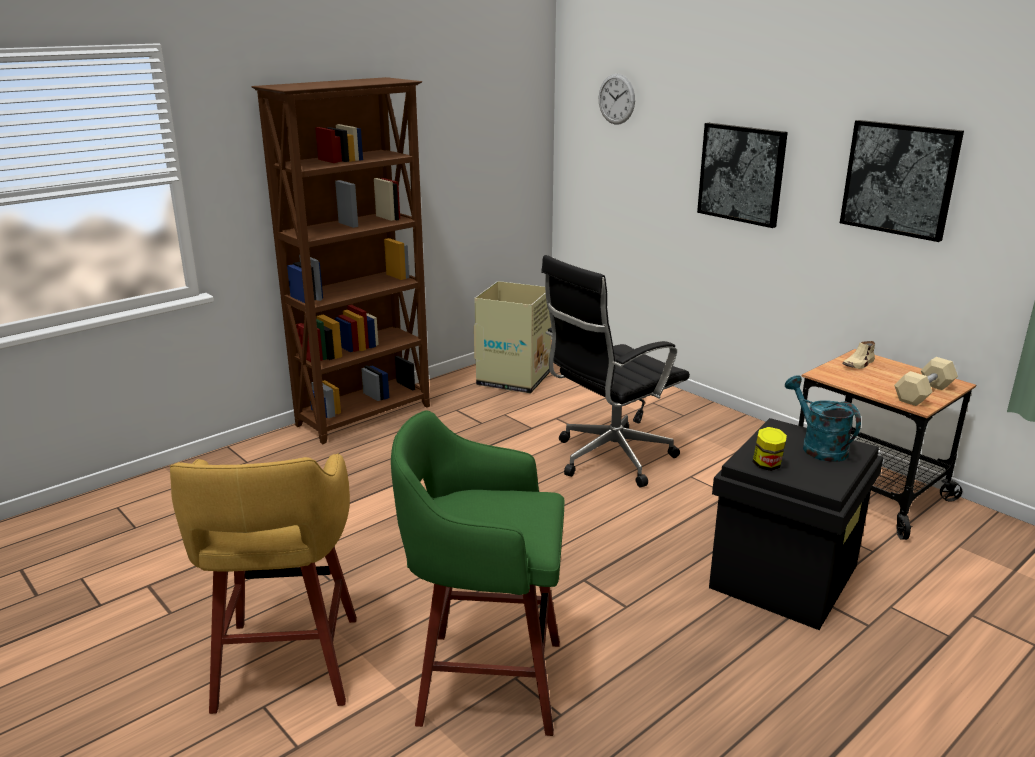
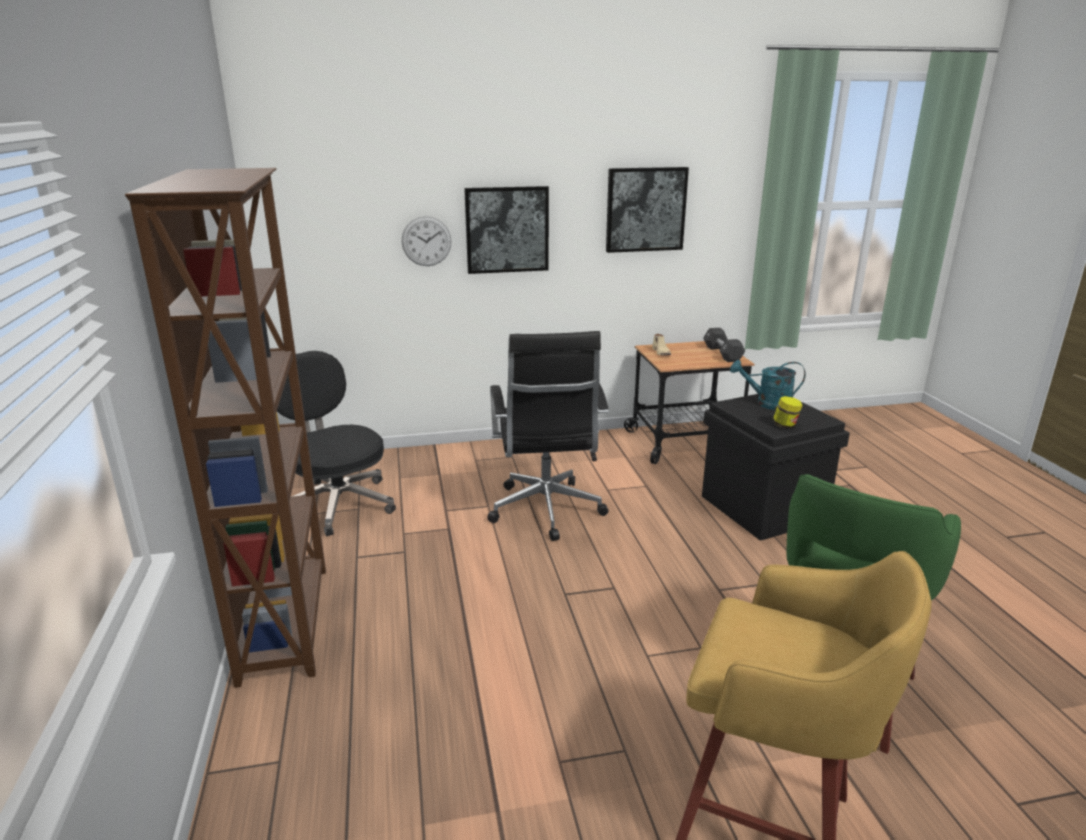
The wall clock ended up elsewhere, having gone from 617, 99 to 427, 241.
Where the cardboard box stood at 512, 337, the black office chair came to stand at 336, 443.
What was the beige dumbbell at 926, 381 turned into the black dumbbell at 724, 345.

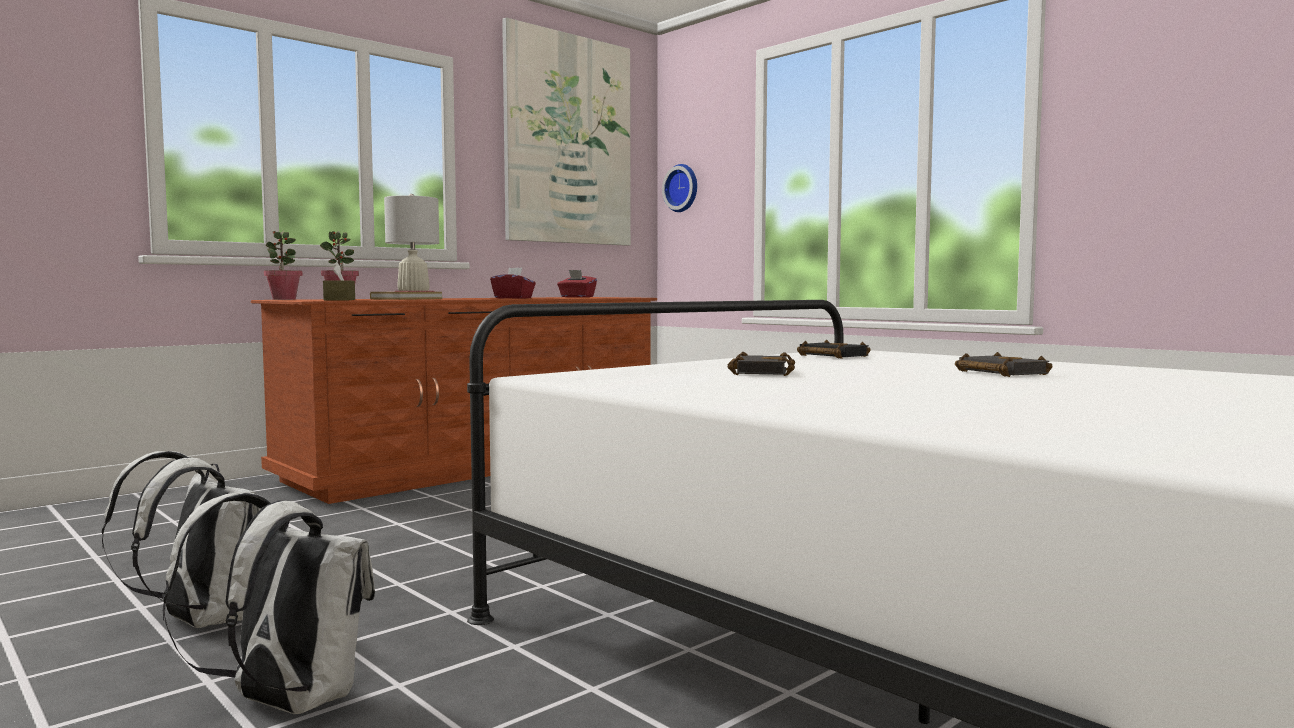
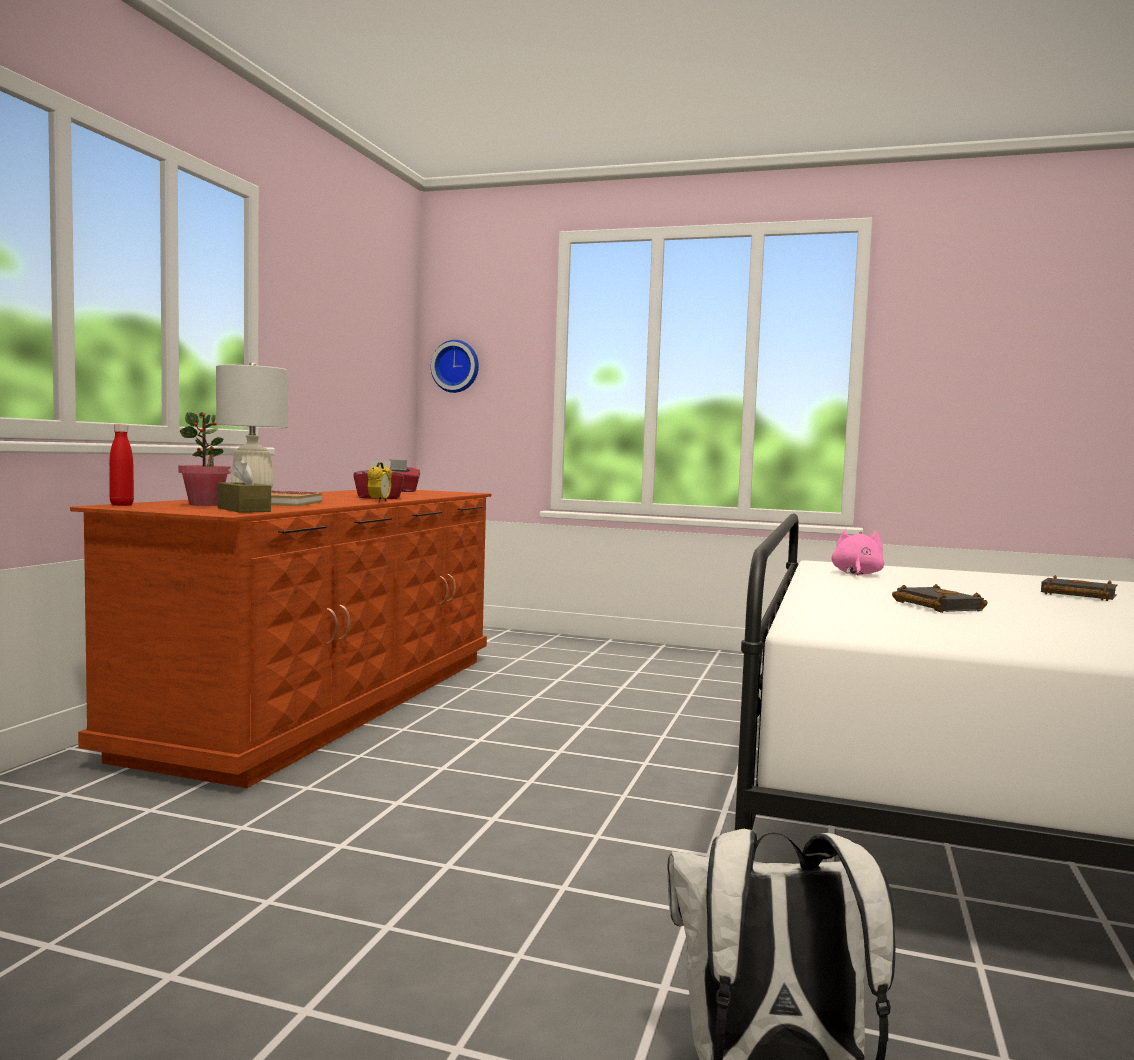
The second view lost the picture at 566, 131.
Where the potted plant stood at 283, 265, the red bottle came to stand at 121, 465.
Where the black book stood at 833, 349, the pink plush toy came to stand at 858, 552.
The second view lost the white backpack at 181, 539.
The second view gained the alarm clock at 379, 482.

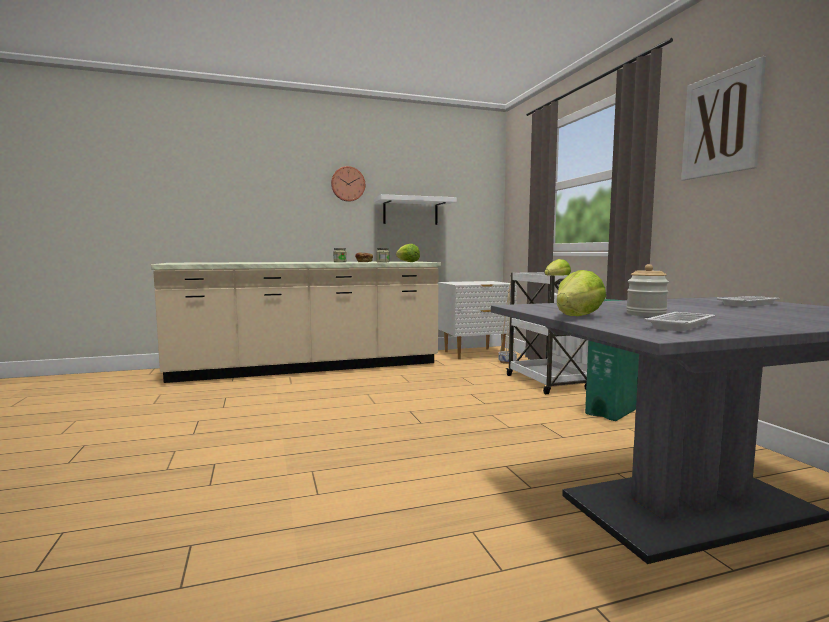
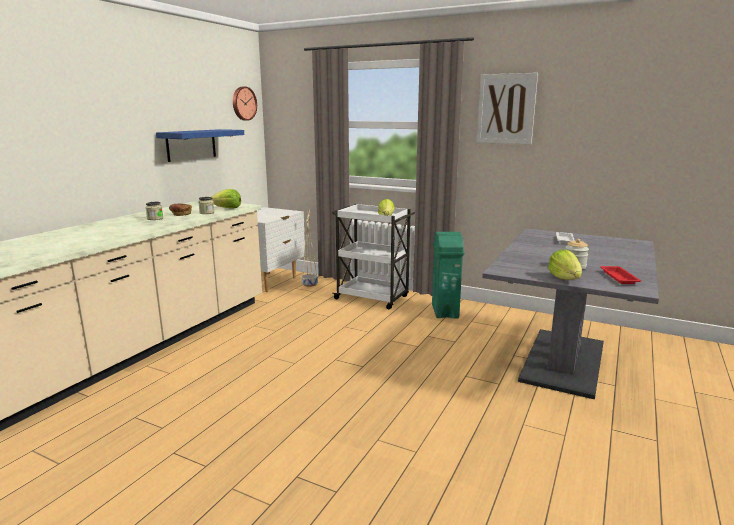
The wall clock ended up elsewhere, having gone from 348, 184 to 245, 104.
What was the white shelf at 415, 209 turned into the blue shelf at 200, 145.
What was the white tray at 679, 321 turned into the red tray at 620, 275.

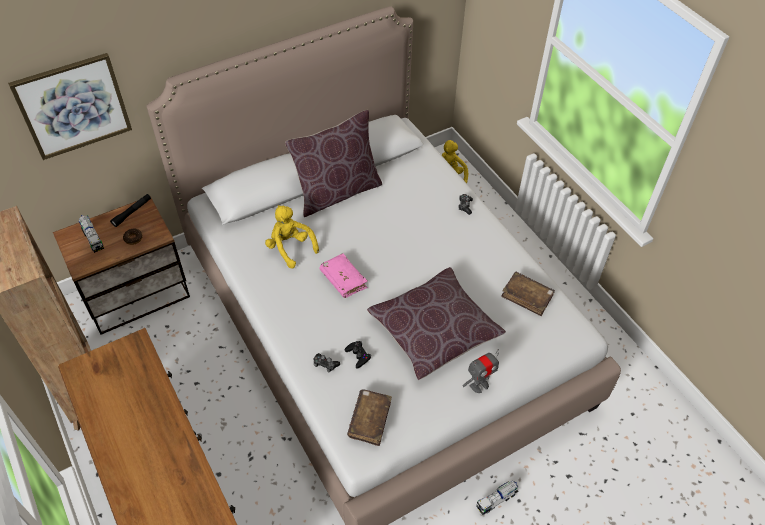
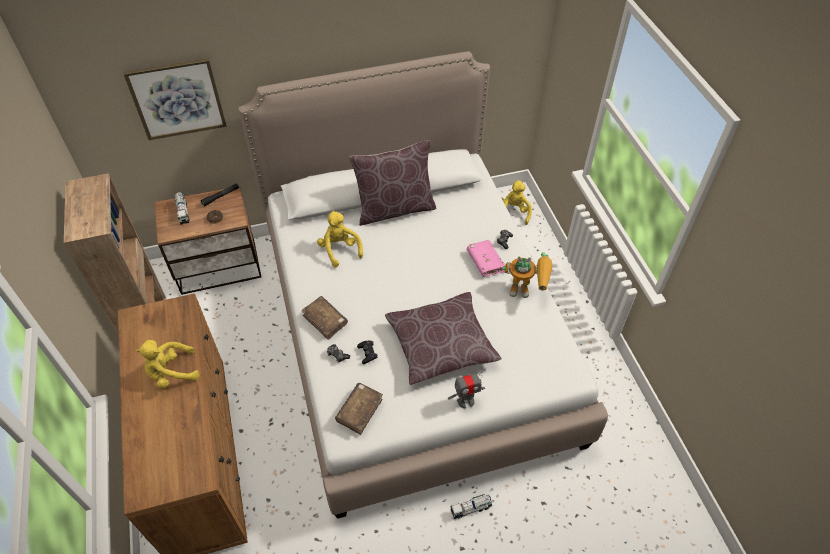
The pink book ended up elsewhere, having gone from 343, 276 to 486, 258.
The brown book ended up elsewhere, having gone from 528, 294 to 324, 318.
The second view gained the toy robot at 527, 275.
The second view gained the yellow plush toy at 168, 364.

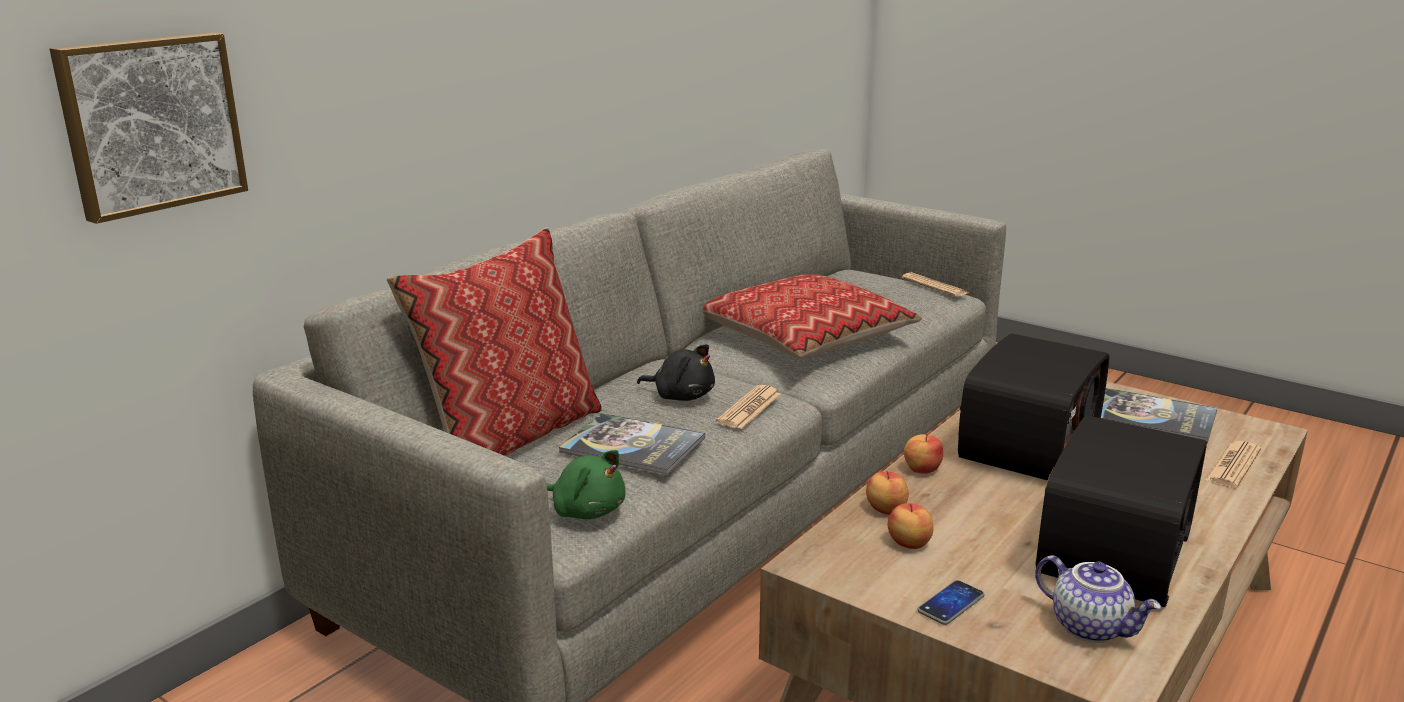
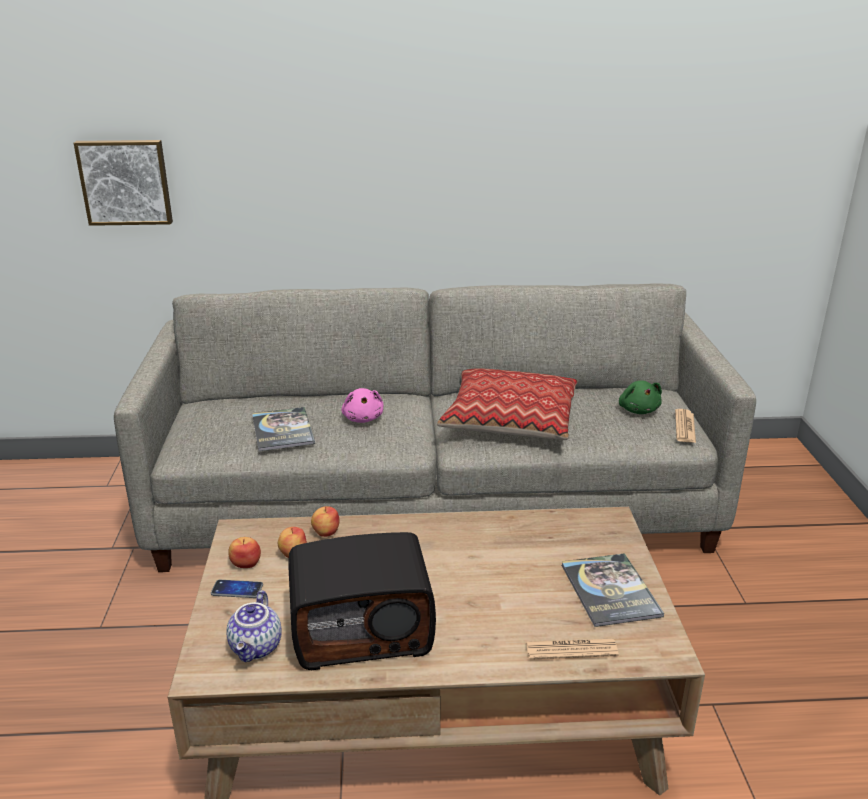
The second view lost the pillow at 494, 341.
The second view lost the radio at 1034, 407.
What was the black plush toy at 676, 372 turned into the pink plush toy at 362, 405.
The second view lost the newspaper at 748, 407.
The apple ended up elsewhere, having gone from 923, 453 to 244, 552.
The green plush toy ended up elsewhere, having gone from 586, 484 to 640, 397.

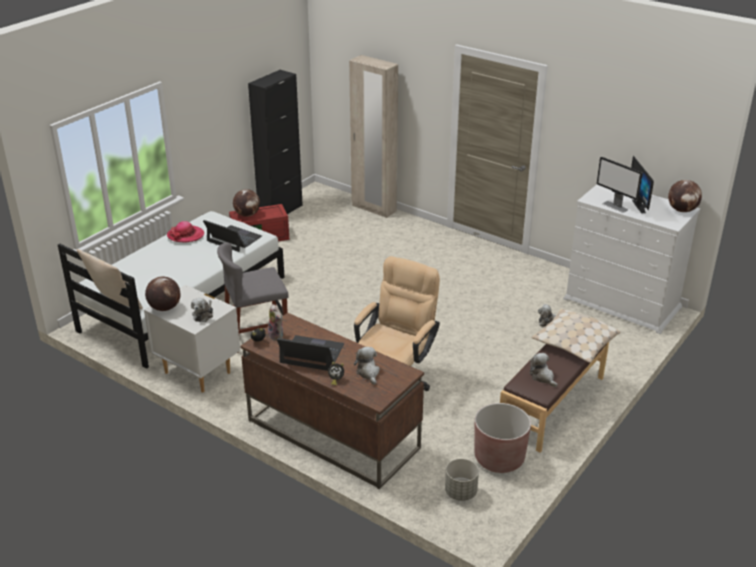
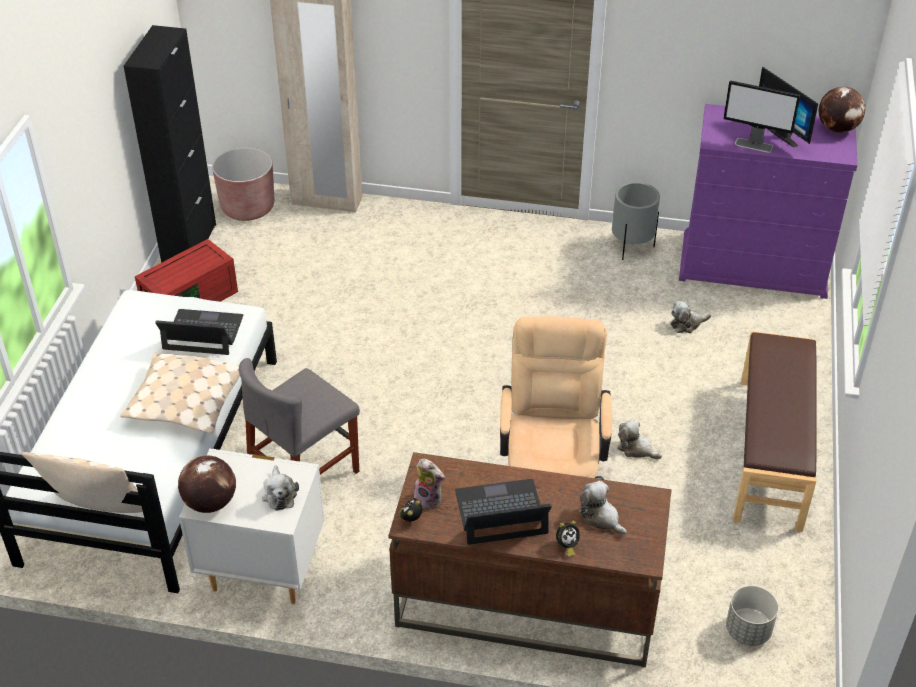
What was the white dresser at 631, 259 turned into the purple dresser at 768, 201.
The second view lost the globe at 246, 203.
The second view lost the hat at 185, 232.
The beige pillow ended up elsewhere, having gone from 576, 336 to 180, 393.
The plush toy ended up elsewhere, having gone from 544, 370 to 639, 439.
The brown planter ended up elsewhere, having gone from 502, 438 to 243, 184.
The second view gained the grey planter at 636, 221.

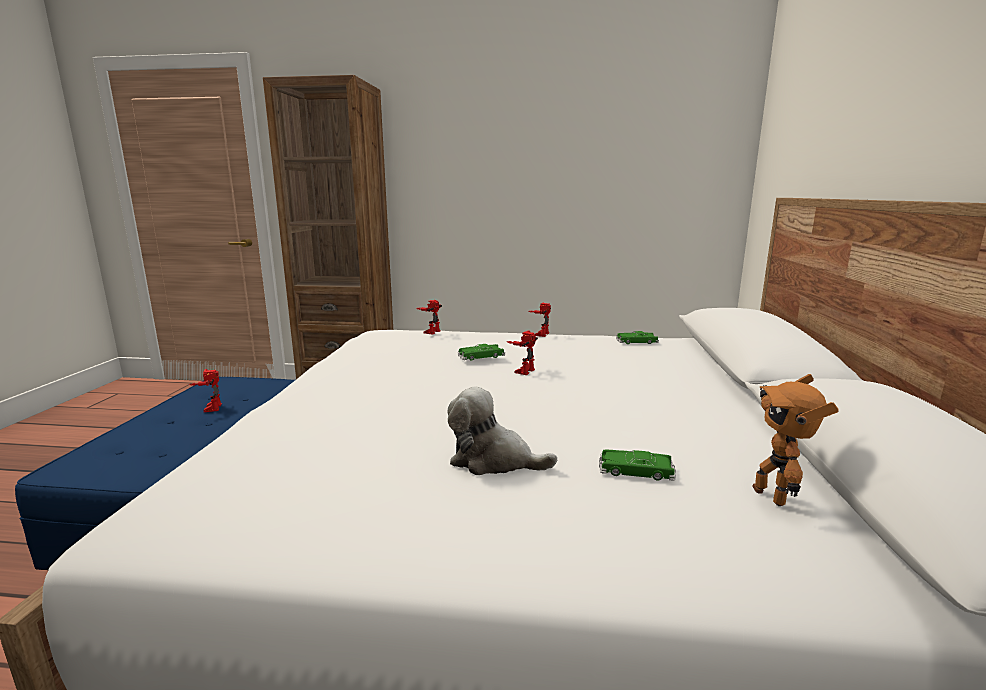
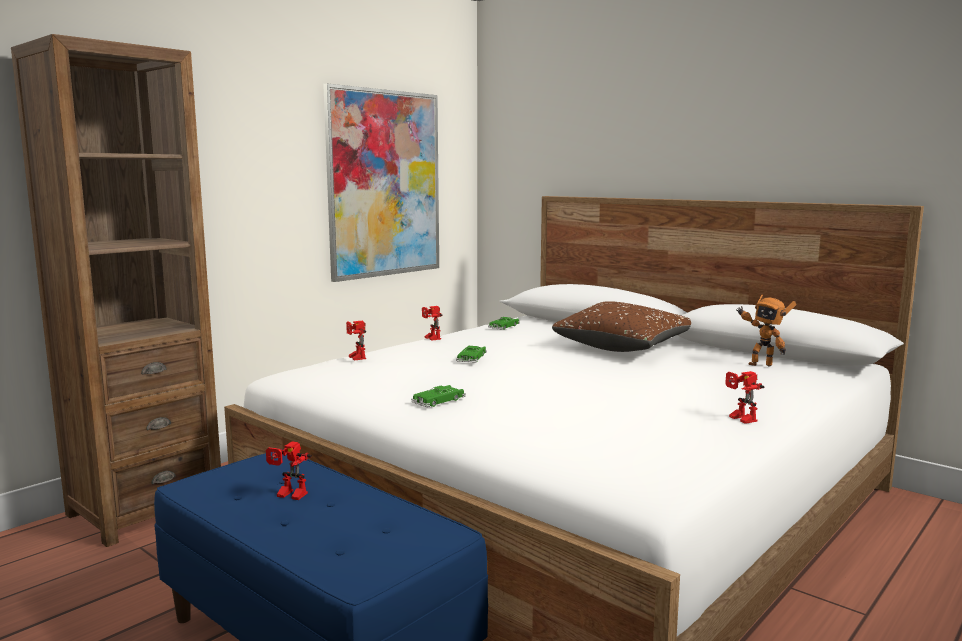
The toy robot ended up elsewhere, having gone from 522, 353 to 744, 397.
The second view lost the plush toy at 502, 430.
The green toy car ended up elsewhere, having gone from 637, 465 to 438, 396.
The second view gained the picture at 381, 182.
The second view gained the brown pillow at 621, 326.

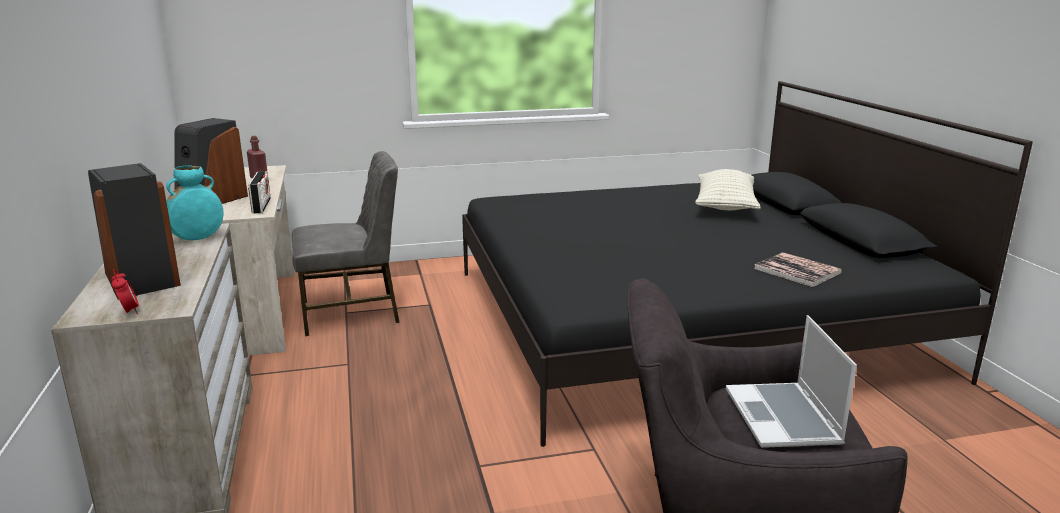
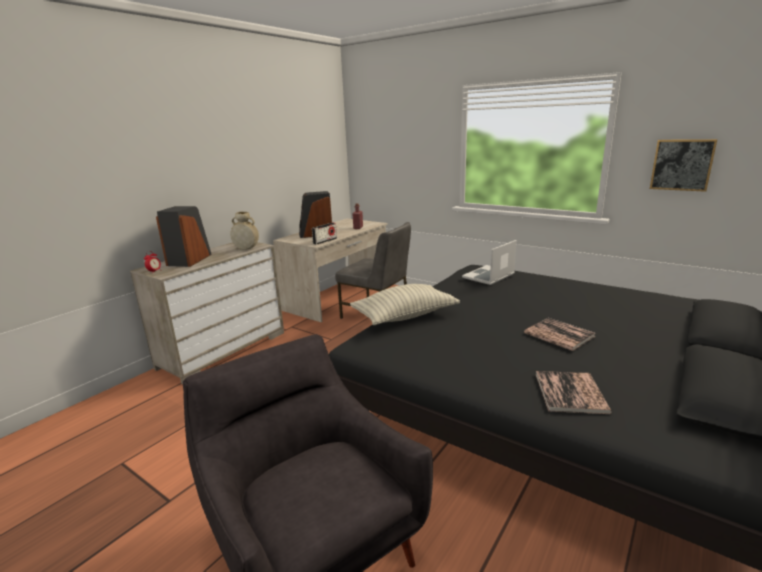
What was the turquoise vase at 195, 203 turned into the beige vase at 244, 231.
The pillow ended up elsewhere, having gone from 728, 189 to 405, 304.
The laptop ended up elsewhere, having gone from 791, 381 to 489, 262.
The second view gained the picture at 683, 165.
The second view gained the book at 559, 334.

